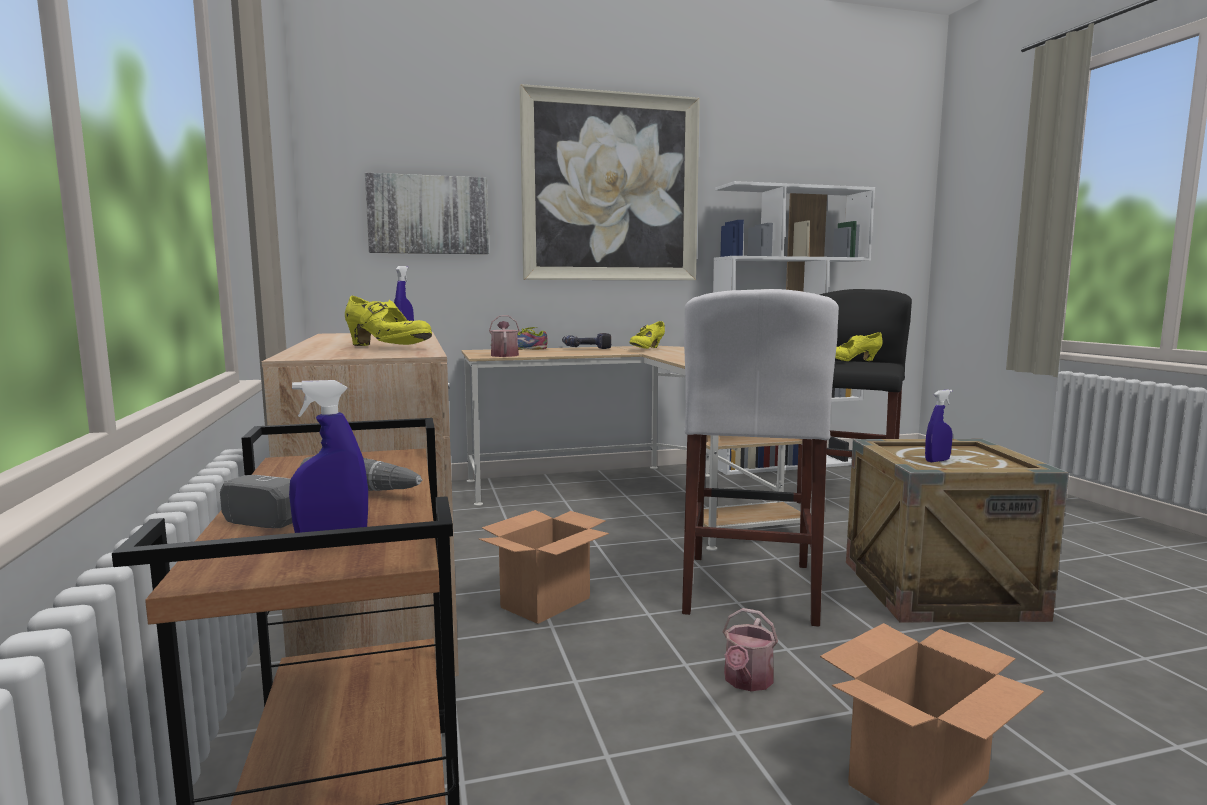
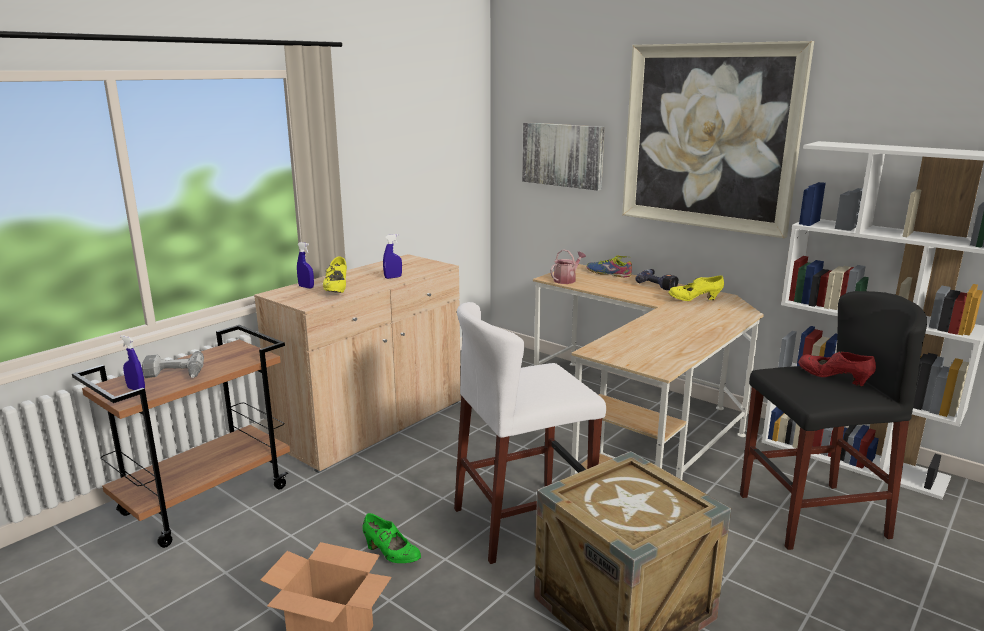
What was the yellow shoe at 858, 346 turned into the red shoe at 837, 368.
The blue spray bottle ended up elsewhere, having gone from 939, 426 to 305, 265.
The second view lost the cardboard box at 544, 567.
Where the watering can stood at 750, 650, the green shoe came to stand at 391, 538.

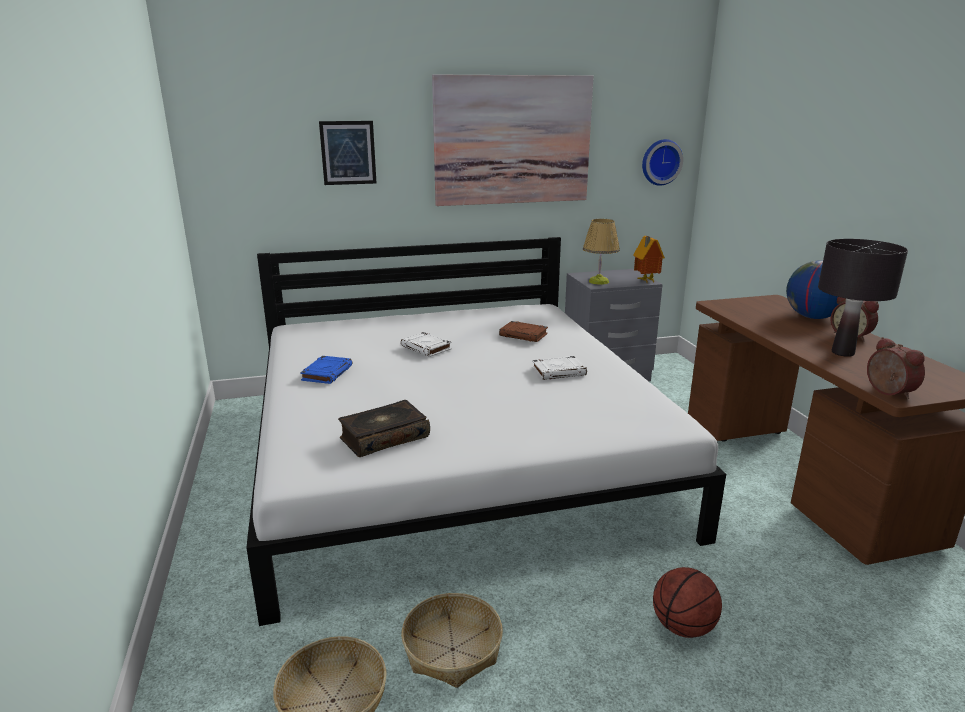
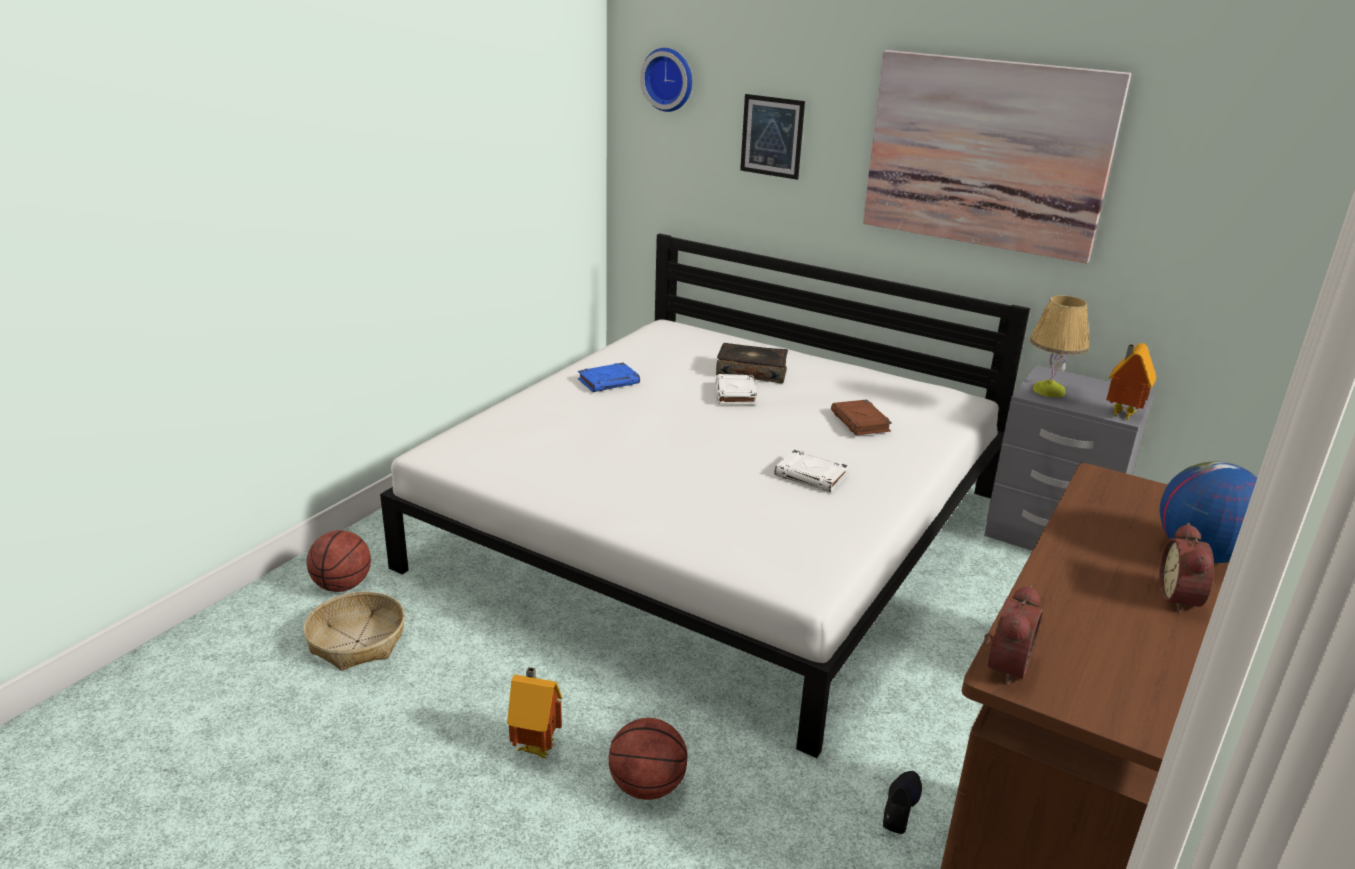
The wall clock ended up elsewhere, having gone from 662, 162 to 666, 80.
The second view lost the black table lamp at 863, 298.
The book ended up elsewhere, having gone from 384, 428 to 752, 363.
The second view lost the basket at 452, 640.
The second view gained the basketball at 339, 561.
The second view gained the toy house at 534, 712.
The second view gained the black shoe at 902, 802.

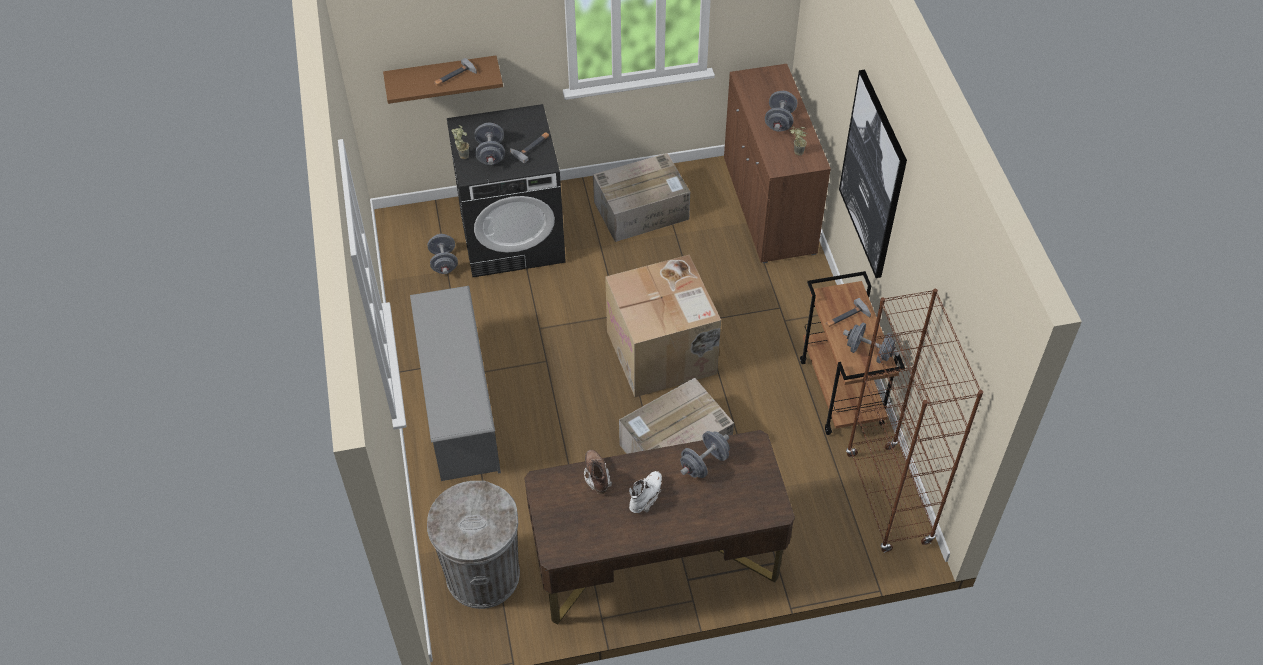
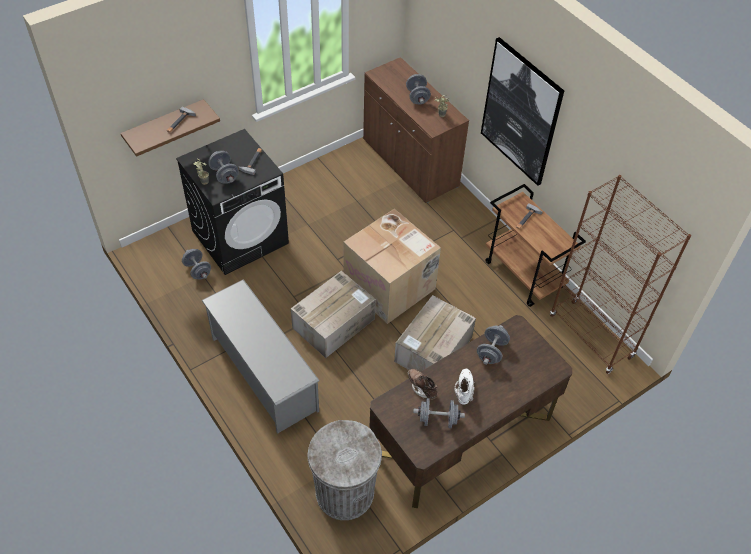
The cardboard box ended up elsewhere, having gone from 641, 197 to 333, 314.
The grey dumbbell ended up elsewhere, having gone from 871, 342 to 439, 413.

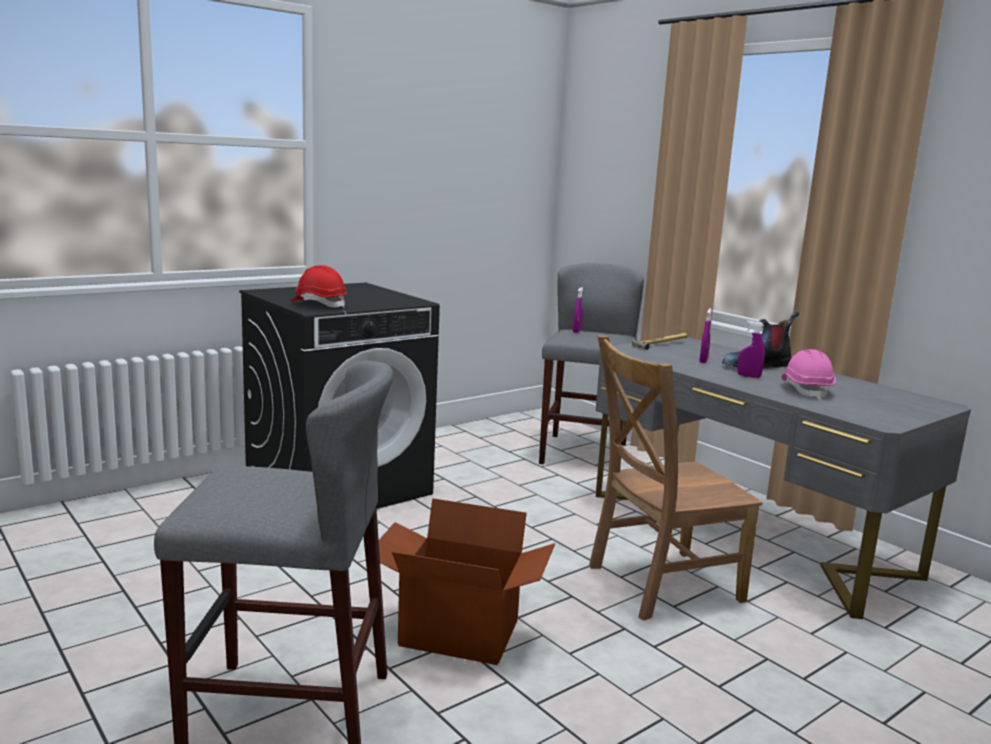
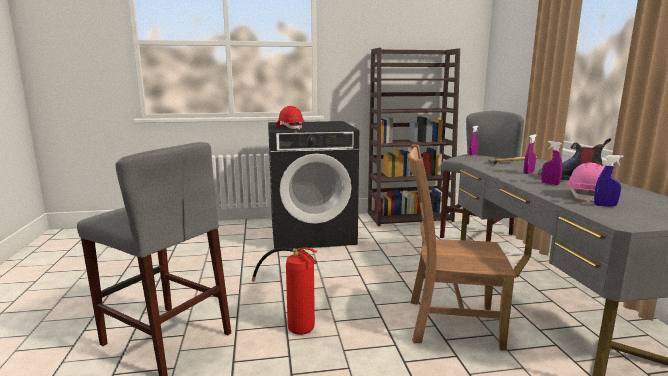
Where the cardboard box stood at 467, 581, the fire extinguisher came to stand at 285, 291.
The second view gained the brown bookcase at 414, 137.
The second view gained the blue spray bottle at 609, 181.

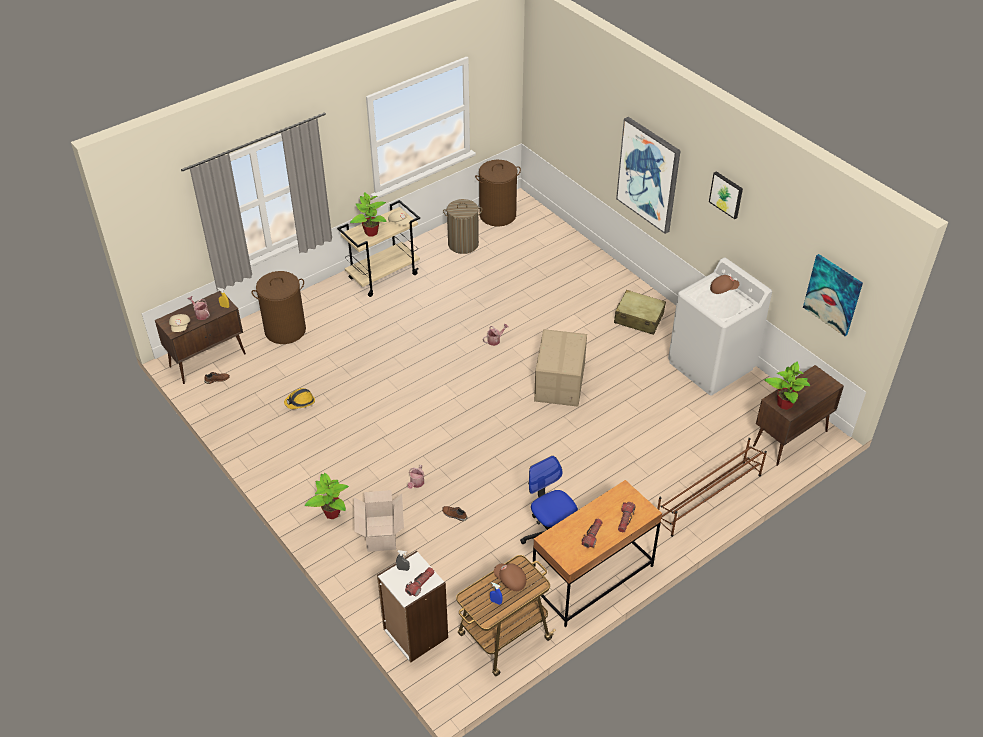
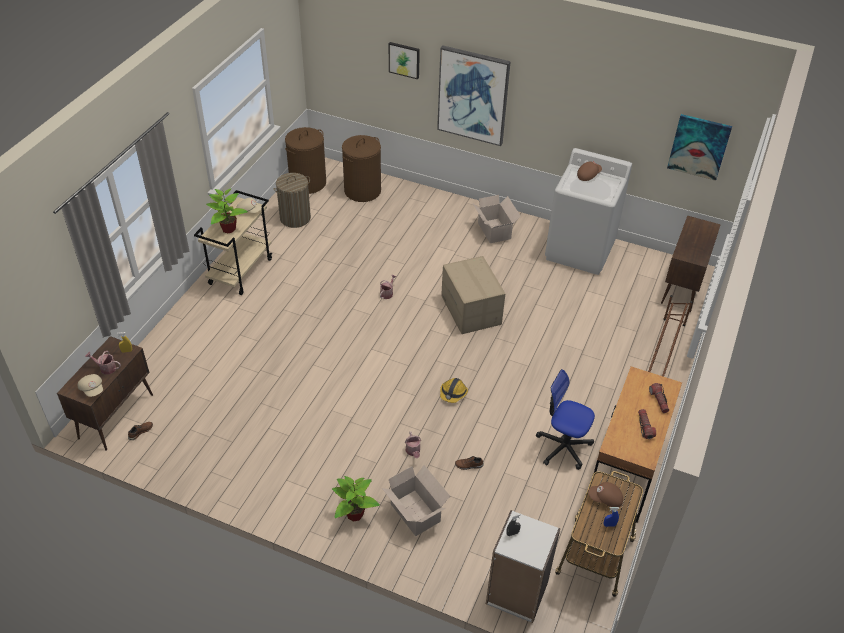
The picture ended up elsewhere, having gone from 726, 195 to 404, 60.
The brown laundry basket ended up elsewhere, having gone from 278, 307 to 361, 168.
Where the beige suitcase stood at 640, 312, the cardboard box came to stand at 497, 219.
The second view lost the potted plant at 787, 385.
The hard hat ended up elsewhere, having gone from 299, 398 to 454, 390.
The second view lost the flashlight at 420, 582.

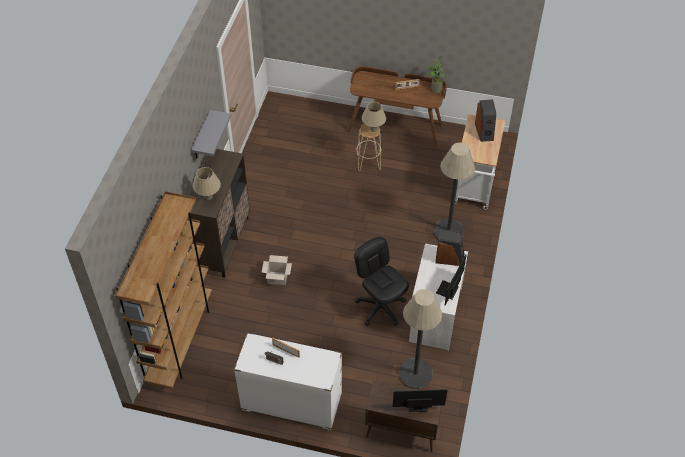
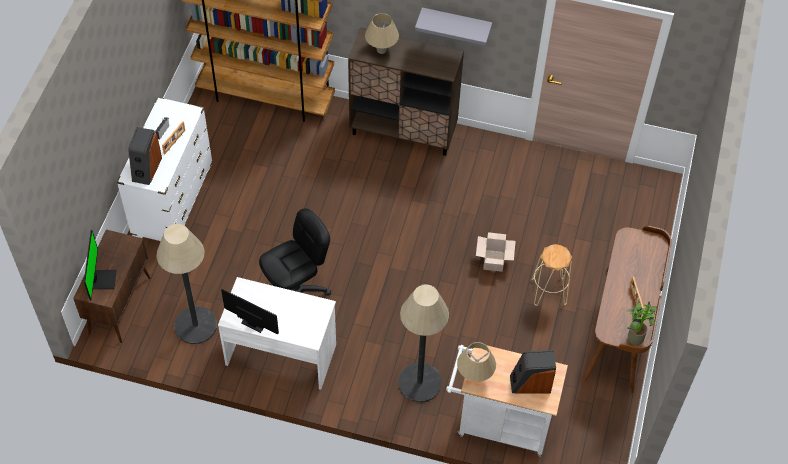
The beige table lamp ended up elsewhere, having gone from 373, 117 to 476, 362.
The speaker ended up elsewhere, having gone from 450, 247 to 145, 156.
The cardboard box ended up elsewhere, having gone from 277, 270 to 496, 252.

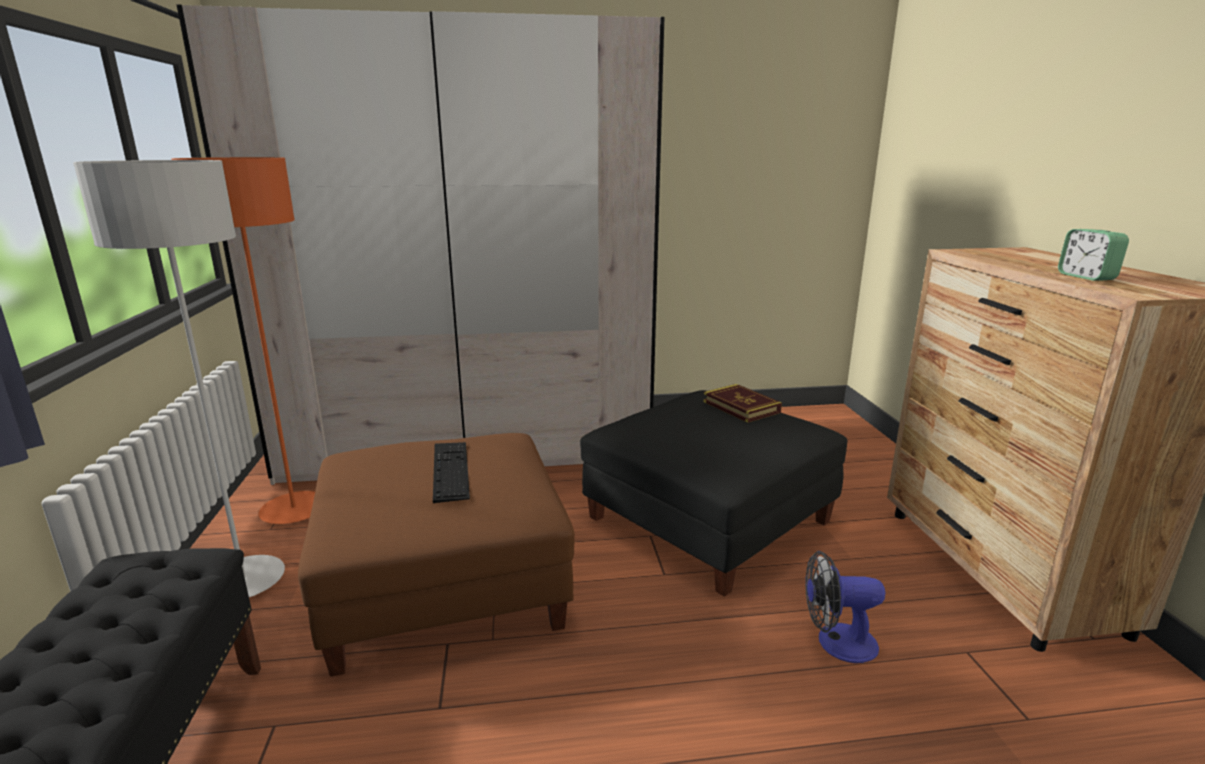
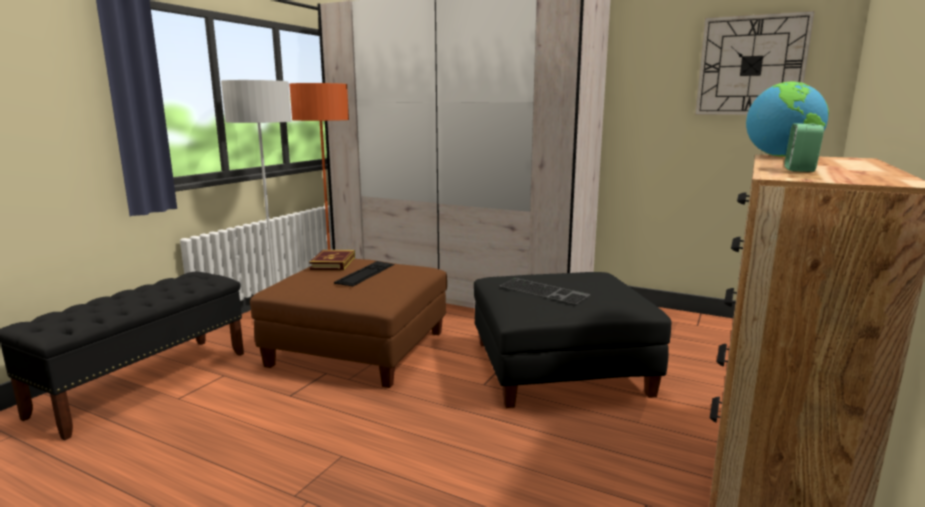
The book ended up elsewhere, having gone from 742, 403 to 332, 260.
The second view lost the fan at 845, 607.
The second view gained the wall clock at 755, 63.
The second view gained the globe at 787, 119.
The second view gained the keyboard at 545, 291.

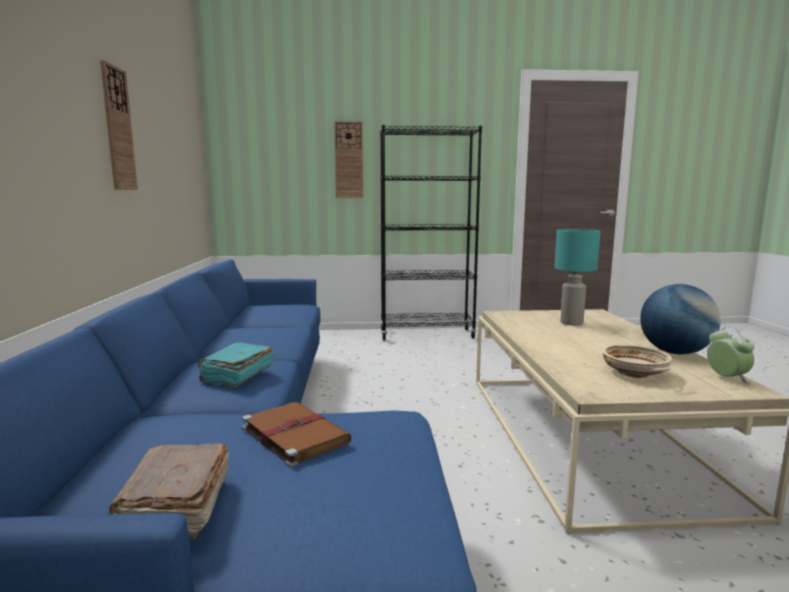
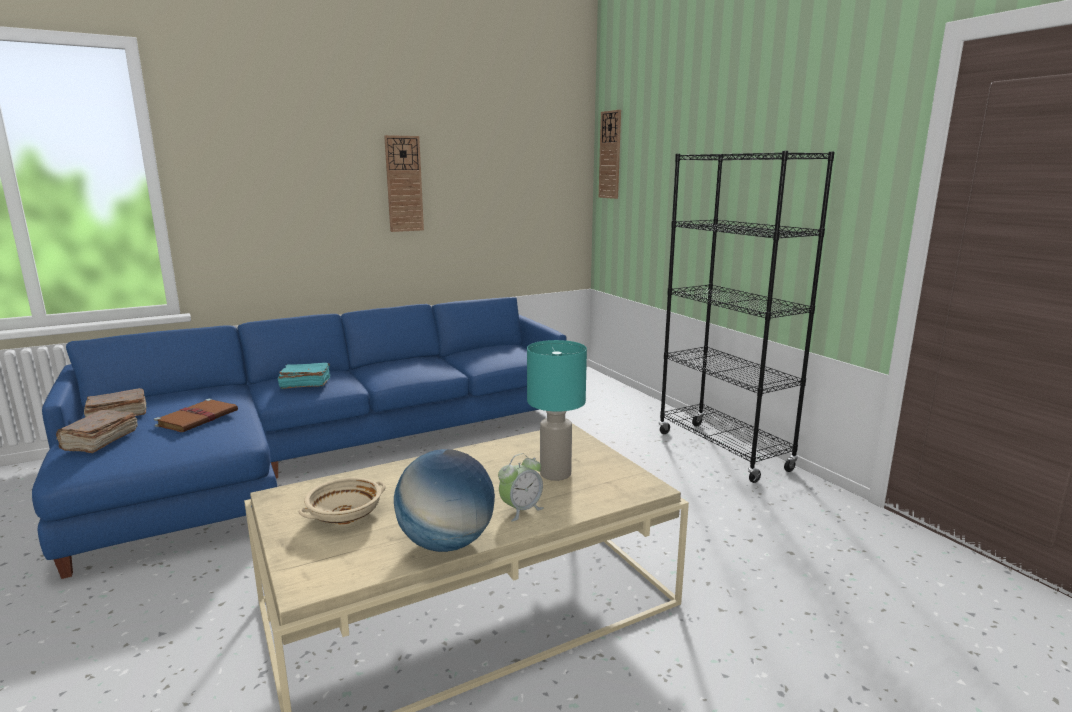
The wall clock ended up elsewhere, having gone from 348, 159 to 610, 154.
The alarm clock ended up elsewhere, having gone from 730, 355 to 521, 487.
The second view gained the brown book at 97, 431.

